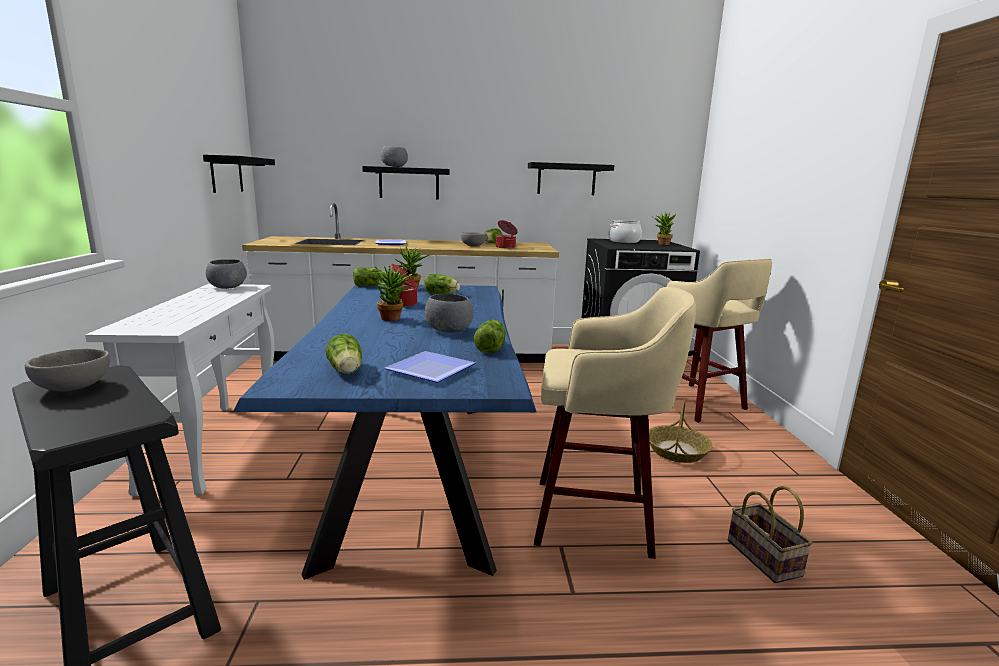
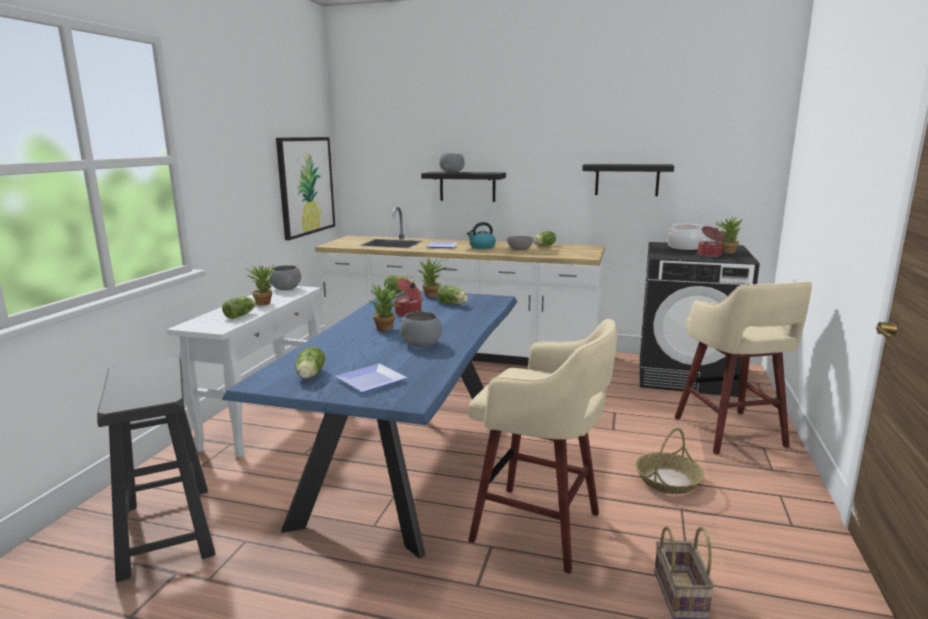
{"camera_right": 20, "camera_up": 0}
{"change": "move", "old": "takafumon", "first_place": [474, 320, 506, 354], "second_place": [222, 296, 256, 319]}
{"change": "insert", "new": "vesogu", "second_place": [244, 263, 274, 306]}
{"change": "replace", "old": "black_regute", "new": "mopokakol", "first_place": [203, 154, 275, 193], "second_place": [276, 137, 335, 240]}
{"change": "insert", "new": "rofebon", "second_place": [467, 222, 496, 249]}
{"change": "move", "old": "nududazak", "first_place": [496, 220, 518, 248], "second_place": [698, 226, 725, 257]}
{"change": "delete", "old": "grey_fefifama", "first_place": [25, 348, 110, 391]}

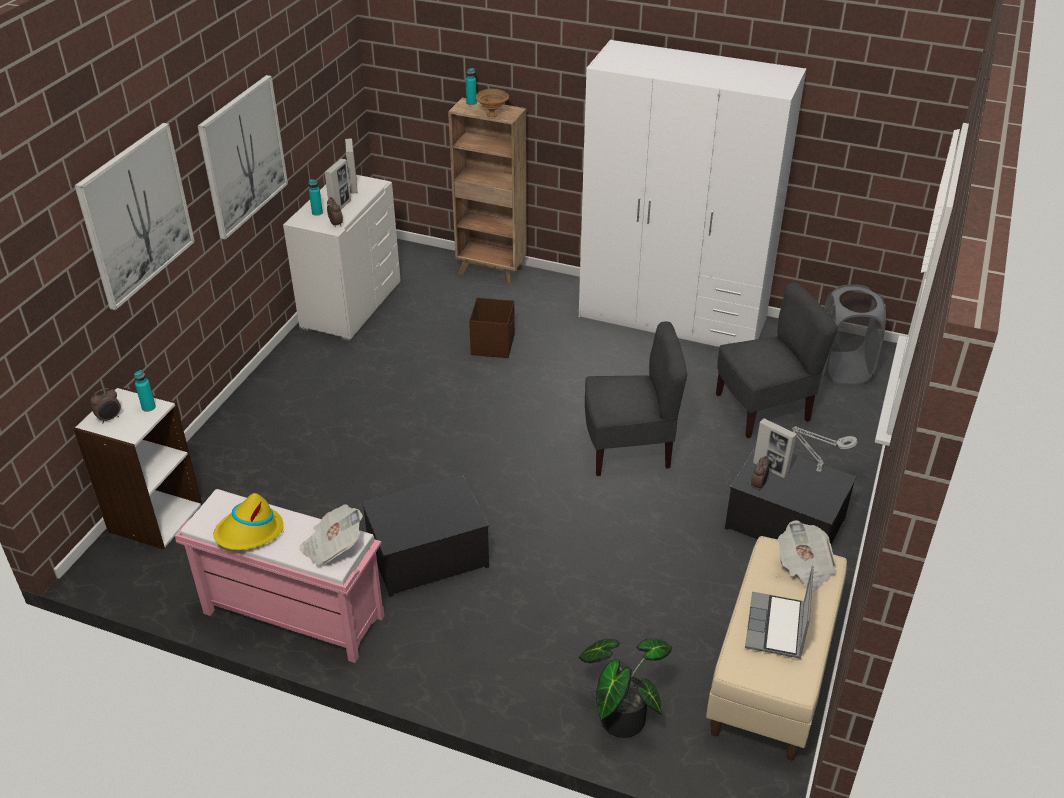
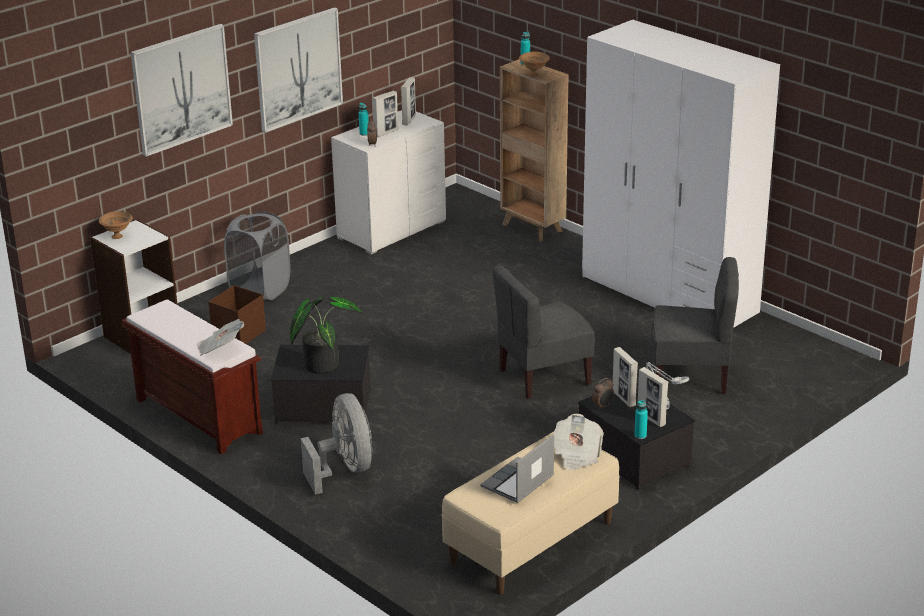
{"camera_right": 25, "camera_up": -10}
{"change": "replace", "old": "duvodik", "new": "brown_fefifama", "first_place": [91, 388, 121, 423], "second_place": [99, 211, 133, 239]}
{"change": "recolor", "old": "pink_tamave", "new": "brown_tamave", "first_place": [175, 489, 384, 663], "second_place": [122, 299, 263, 454]}
{"change": "move", "old": "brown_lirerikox", "first_place": [469, 298, 515, 358], "second_place": [208, 285, 266, 344]}
{"change": "move", "old": "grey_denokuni", "first_place": [821, 284, 886, 384], "second_place": [224, 211, 291, 300]}
{"change": "move", "old": "vesogu", "first_place": [579, 638, 672, 738], "second_place": [290, 297, 363, 374]}
{"change": "insert", "new": "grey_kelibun", "second_place": [301, 393, 373, 495]}
{"change": "rotate", "old": "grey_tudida", "first_place": [585, 321, 687, 476], "second_place": [492, 265, 595, 399], "degrees": 135}
{"change": "move", "old": "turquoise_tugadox", "first_place": [134, 370, 156, 412], "second_place": [634, 400, 648, 439]}
{"change": "insert", "new": "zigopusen", "second_place": [638, 367, 668, 427]}
{"change": "delete", "old": "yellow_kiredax", "first_place": [213, 493, 284, 550]}

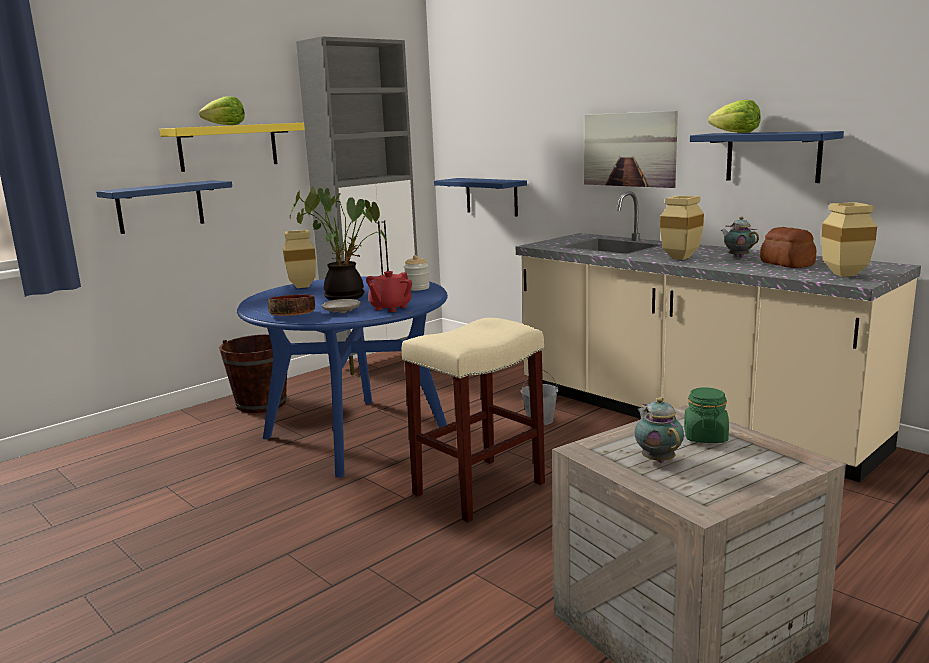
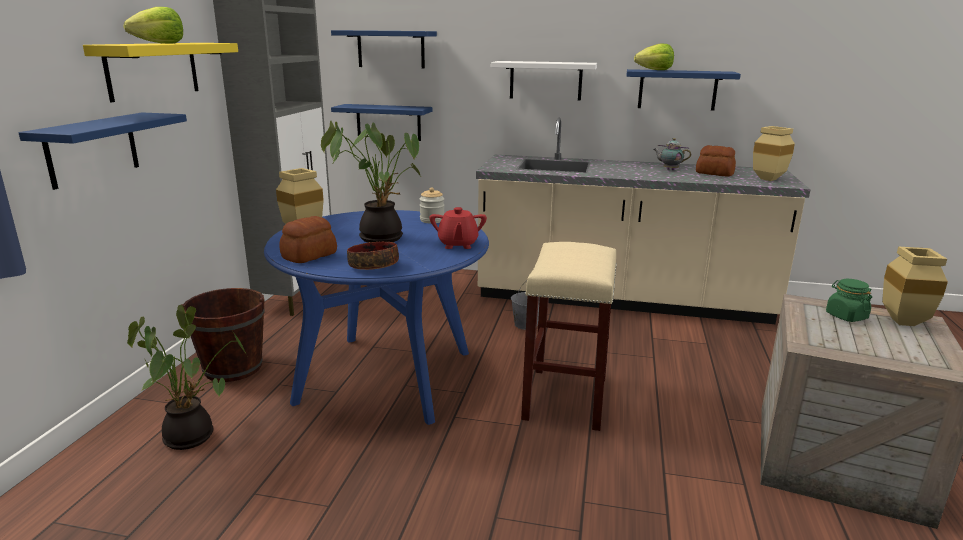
{"camera_right": -35, "camera_up": 5}
{"change": "insert", "new": "vesogu", "second_place": [127, 305, 248, 450]}
{"change": "insert", "new": "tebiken", "second_place": [279, 216, 337, 263]}
{"change": "insert", "new": "blue_regute", "second_place": [331, 30, 437, 69]}
{"change": "replace", "old": "mopokakol", "new": "white_regute", "first_place": [584, 111, 678, 188], "second_place": [491, 61, 597, 101]}
{"change": "move", "old": "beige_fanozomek", "first_place": [660, 196, 704, 260], "second_place": [882, 247, 948, 326]}
{"change": "delete", "old": "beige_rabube", "first_place": [322, 299, 360, 313]}
{"change": "delete", "old": "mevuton", "first_place": [634, 397, 684, 463]}

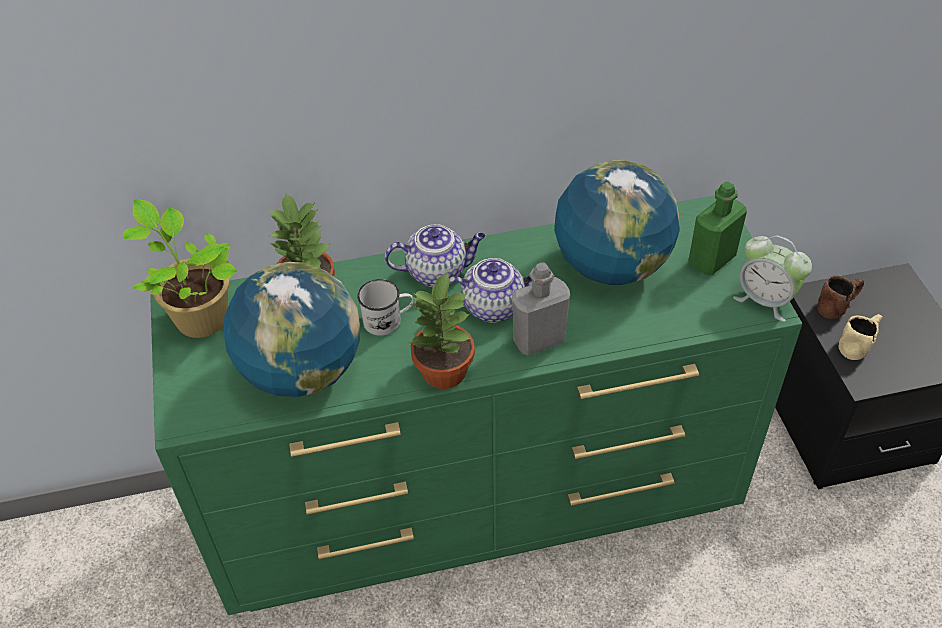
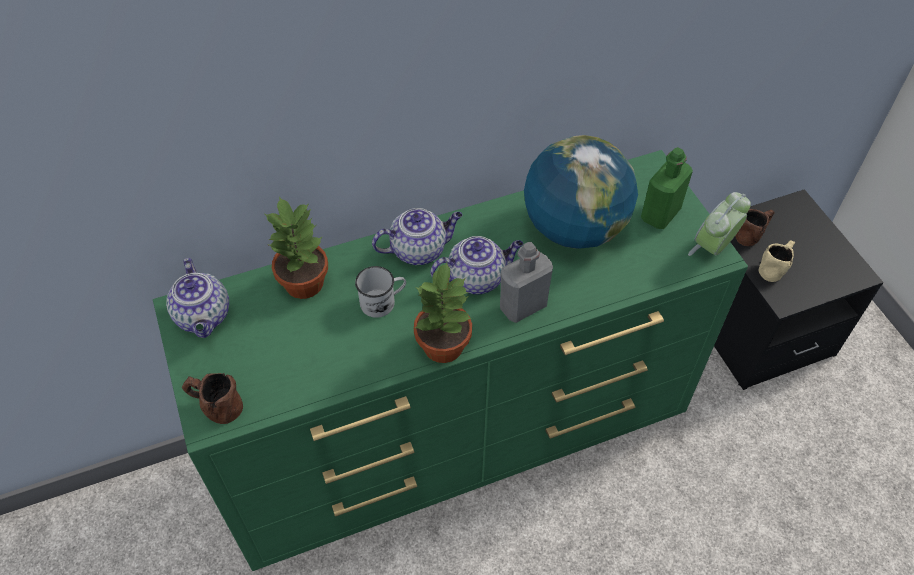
{"camera_right": -10, "camera_up": 5}
{"change": "replace", "old": "vesogu", "new": "mevuton", "first_place": [124, 199, 237, 338], "second_place": [166, 258, 229, 338]}
{"change": "insert", "new": "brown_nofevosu", "second_place": [181, 373, 243, 424]}
{"change": "rotate", "old": "duvodik", "first_place": [733, 236, 812, 322], "second_place": [688, 192, 751, 256], "degrees": 105}
{"change": "delete", "old": "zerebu", "first_place": [224, 262, 360, 397]}

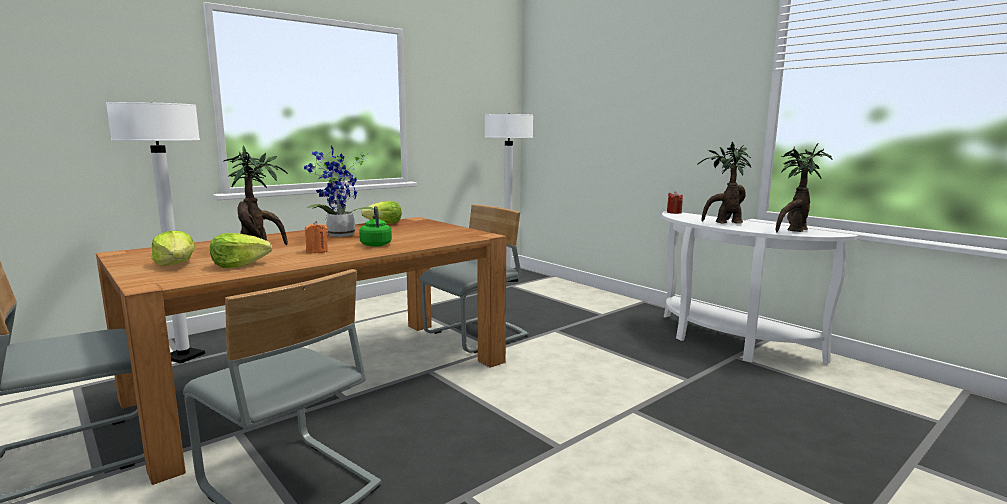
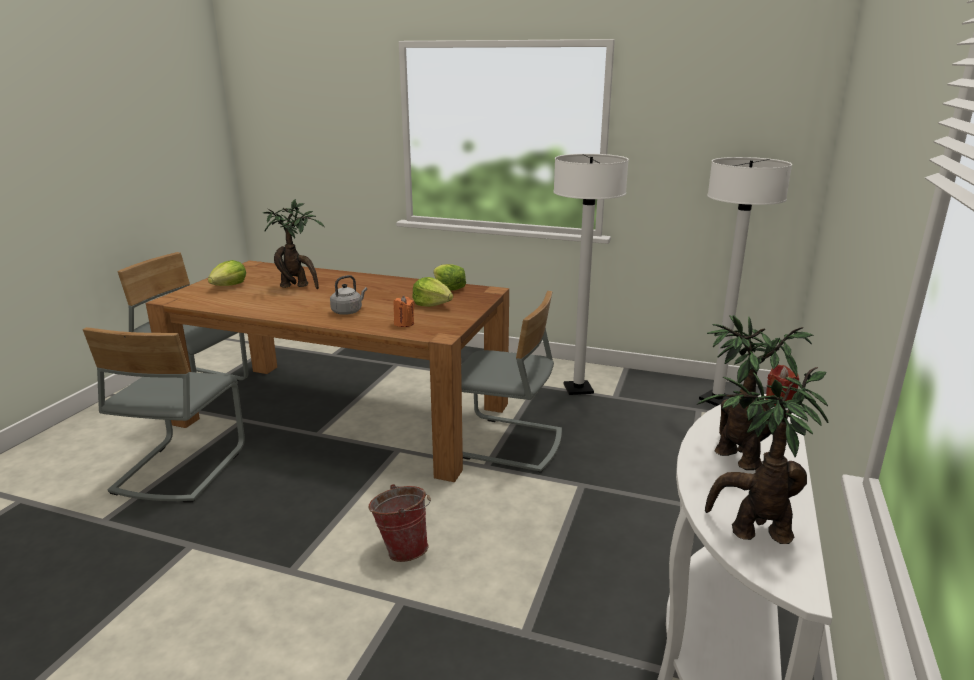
{"camera_right": 60, "camera_up": 10}
{"change": "recolor", "old": "green_rofebon", "new": "grey_rofebon", "first_place": [359, 206, 392, 247], "second_place": [330, 275, 367, 315]}
{"change": "insert", "new": "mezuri", "second_place": [369, 484, 431, 562]}
{"change": "move", "old": "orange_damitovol", "first_place": [305, 221, 328, 253], "second_place": [394, 296, 415, 327]}
{"change": "move", "old": "takafumon", "first_place": [210, 233, 272, 268], "second_place": [412, 277, 453, 307]}
{"change": "move", "old": "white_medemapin", "first_place": [106, 102, 205, 363], "second_place": [553, 154, 629, 395]}
{"change": "delete", "old": "vesogu", "first_place": [304, 145, 383, 237]}

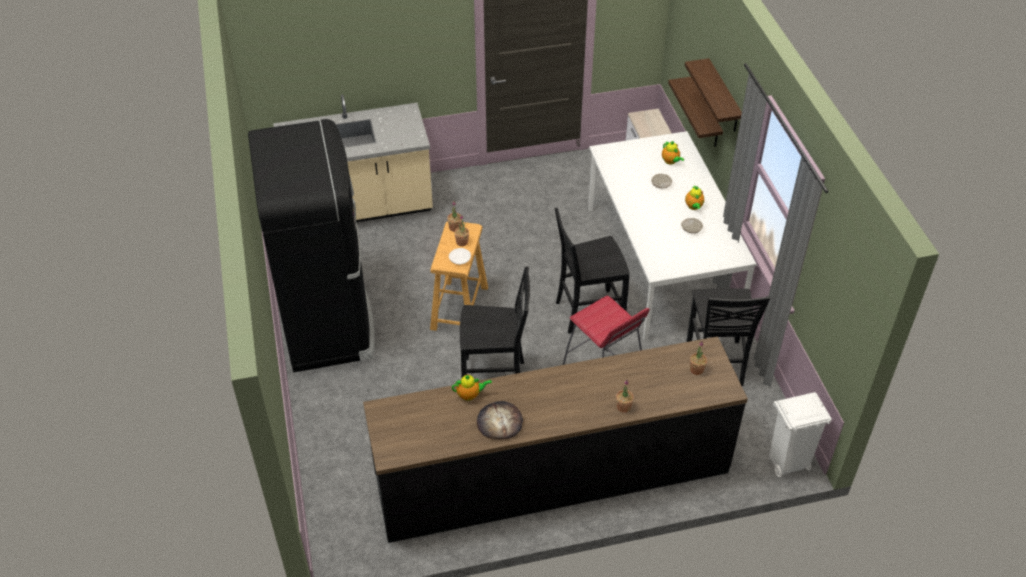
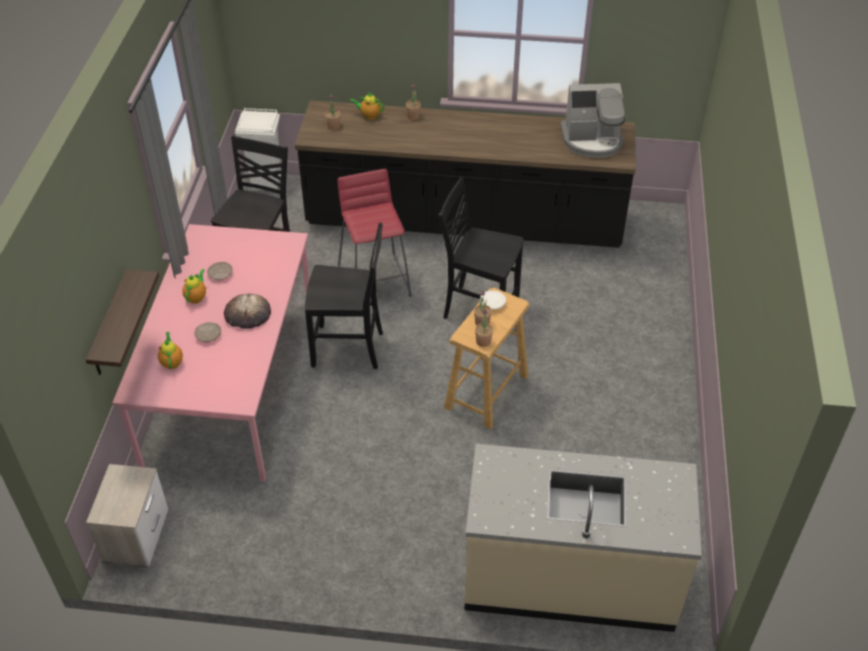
{"camera_right": -160, "camera_up": 0}
{"change": "recolor", "old": "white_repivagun", "new": "pink_repivagun", "first_place": [588, 131, 757, 341], "second_place": [112, 224, 310, 482]}
{"change": "move", "old": "tebiken", "first_place": [477, 401, 523, 439], "second_place": [224, 294, 271, 329]}
{"change": "move", "old": "mevuton", "first_place": [452, 374, 492, 401], "second_place": [350, 92, 384, 120]}
{"change": "insert", "new": "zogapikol", "second_place": [560, 83, 625, 158]}
{"change": "delete", "old": "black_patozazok", "first_place": [248, 119, 375, 372]}
{"change": "delete", "old": "regute", "first_place": [685, 58, 742, 132]}

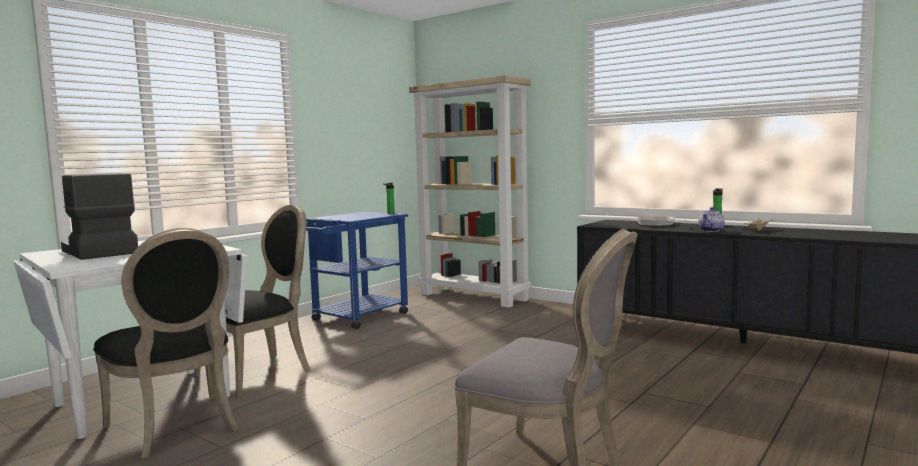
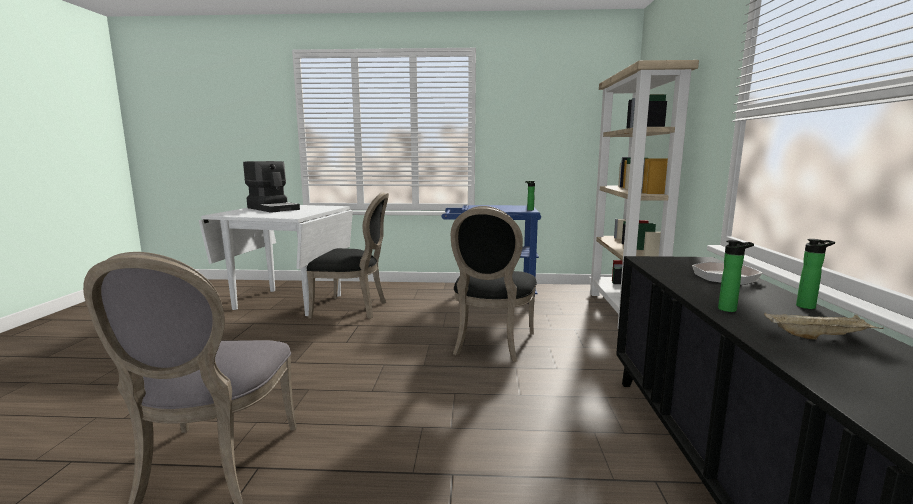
{"camera_right": 55, "camera_up": 5}
{"change": "rotate", "old": "zogapikol", "first_place": [61, 173, 138, 260], "second_place": [243, 161, 300, 213], "degrees": 120}
{"change": "move", "old": "black_tudida", "first_place": [93, 228, 238, 459], "second_place": [451, 206, 537, 362]}
{"change": "replace", "old": "mevuton", "new": "tugadox", "first_place": [699, 207, 725, 232], "second_place": [718, 240, 754, 312]}

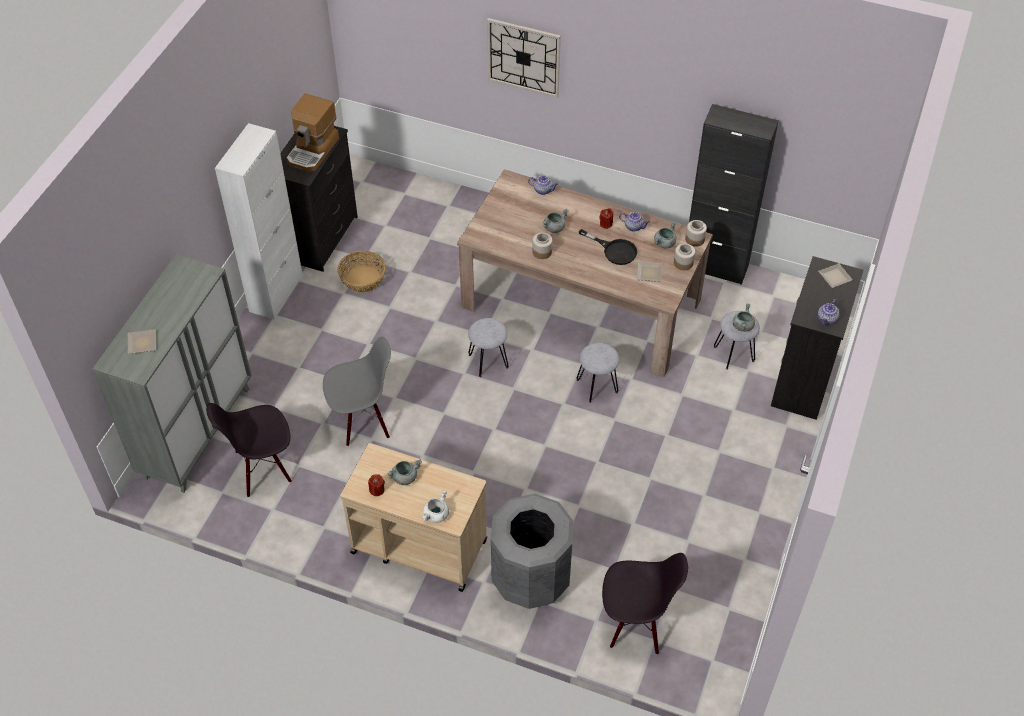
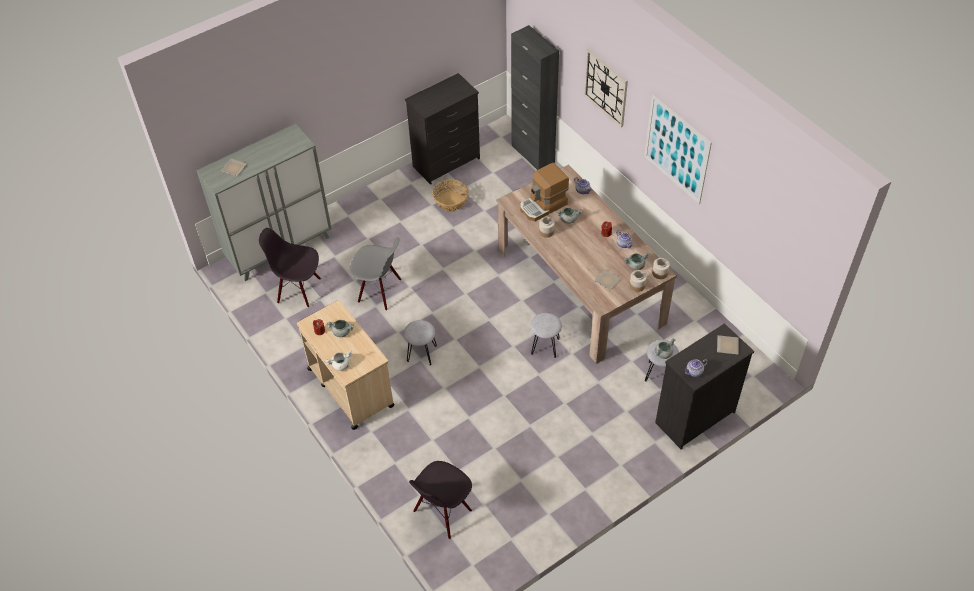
{"camera_right": 35, "camera_up": 0}
{"change": "move", "old": "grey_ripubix", "first_place": [468, 318, 509, 377], "second_place": [404, 320, 437, 366]}
{"change": "rotate", "old": "black_tudida", "first_place": [602, 553, 688, 654], "second_place": [409, 461, 472, 539], "degrees": 90}
{"change": "move", "old": "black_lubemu", "first_place": [689, 104, 779, 285], "second_place": [511, 25, 559, 170]}
{"change": "move", "old": "zogapikol", "first_place": [286, 94, 339, 172], "second_place": [520, 163, 569, 221]}
{"change": "insert", "new": "mopokakol", "second_place": [644, 95, 712, 204]}
{"change": "delete", "old": "white_lubemu", "first_place": [215, 123, 303, 320]}
{"change": "delete", "old": "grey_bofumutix", "first_place": [491, 494, 573, 609]}
{"change": "delete", "old": "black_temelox", "first_place": [579, 229, 638, 265]}

